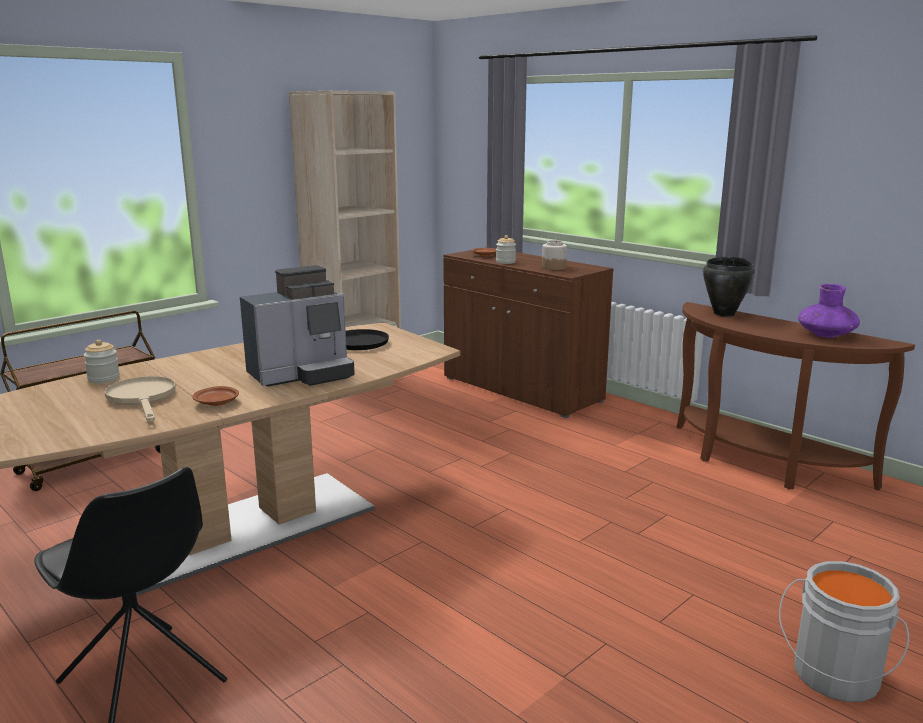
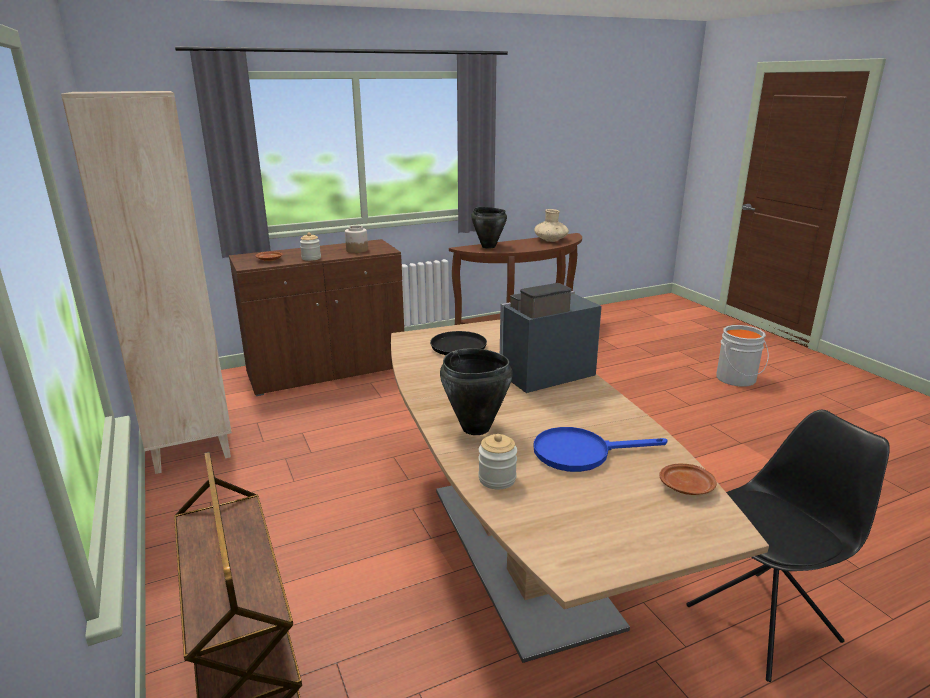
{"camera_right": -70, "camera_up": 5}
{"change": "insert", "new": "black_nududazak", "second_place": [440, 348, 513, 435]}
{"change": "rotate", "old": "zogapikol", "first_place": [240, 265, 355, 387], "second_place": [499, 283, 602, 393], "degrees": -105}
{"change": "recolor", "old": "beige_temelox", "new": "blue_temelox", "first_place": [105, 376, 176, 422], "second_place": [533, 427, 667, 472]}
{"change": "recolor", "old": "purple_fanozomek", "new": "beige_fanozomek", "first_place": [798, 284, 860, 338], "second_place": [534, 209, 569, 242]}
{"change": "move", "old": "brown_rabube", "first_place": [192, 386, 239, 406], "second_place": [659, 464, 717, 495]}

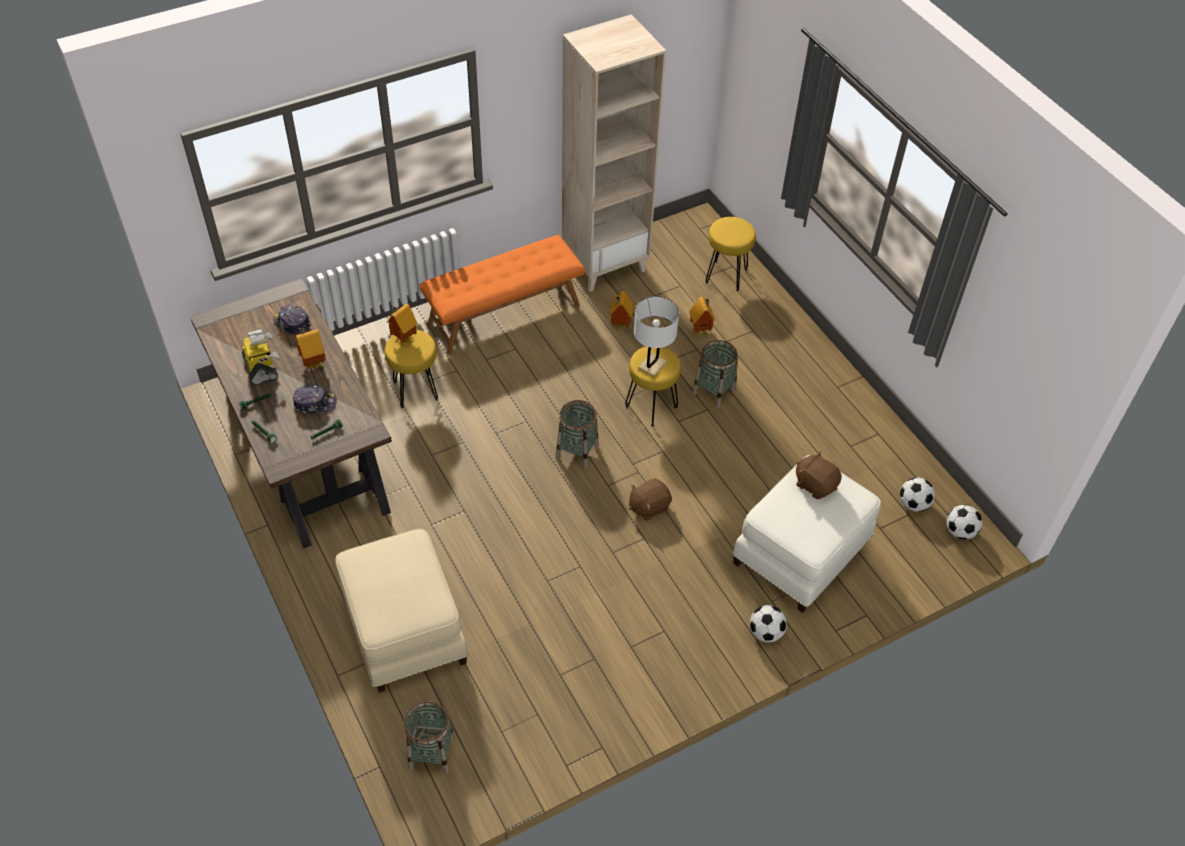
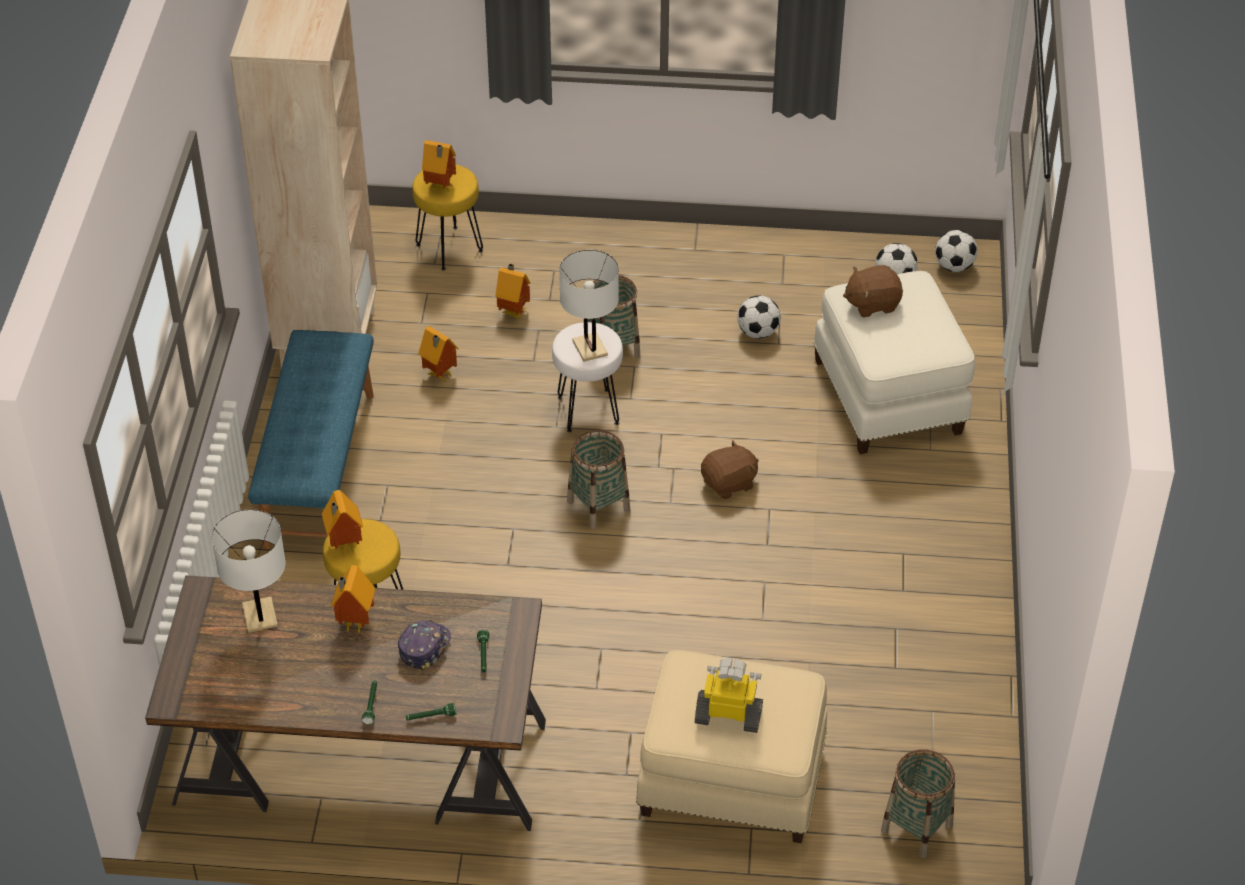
{"camera_right": -55, "camera_up": -5}
{"change": "replace", "old": "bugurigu", "new": "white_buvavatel", "first_place": [274, 305, 311, 334], "second_place": [211, 509, 286, 633]}
{"change": "recolor", "old": "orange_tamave", "new": "blue_tamave", "first_place": [420, 235, 585, 355], "second_place": [248, 330, 374, 549]}
{"change": "insert", "new": "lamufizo", "second_place": [422, 140, 456, 192]}
{"change": "recolor", "old": "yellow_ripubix", "new": "white_ripubix", "first_place": [625, 346, 681, 427], "second_place": [552, 322, 623, 432]}
{"change": "move", "old": "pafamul", "first_place": [242, 329, 279, 385], "second_place": [695, 658, 763, 733]}
{"change": "rotate", "old": "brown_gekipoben", "first_place": [629, 479, 672, 521], "second_place": [701, 440, 759, 499], "degrees": -120}
{"change": "move", "old": "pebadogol", "first_place": [750, 605, 787, 642], "second_place": [737, 295, 780, 339]}

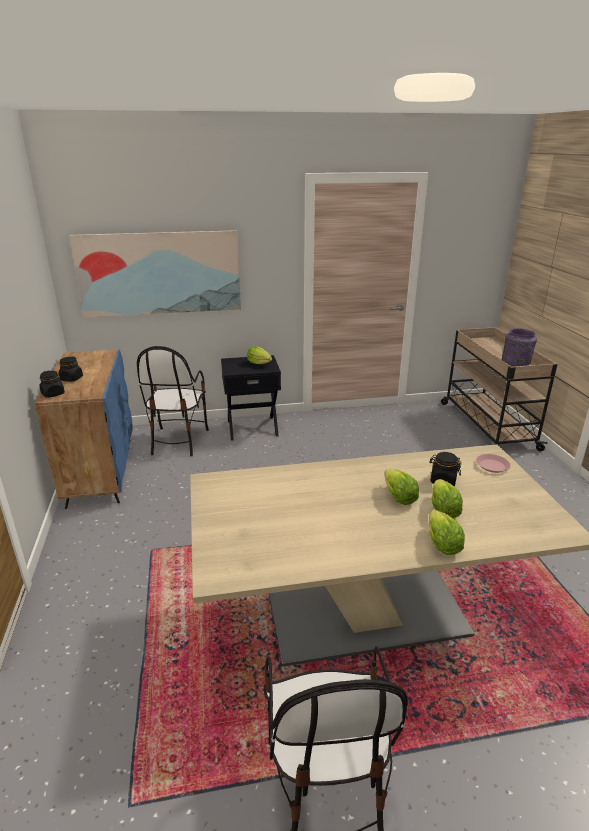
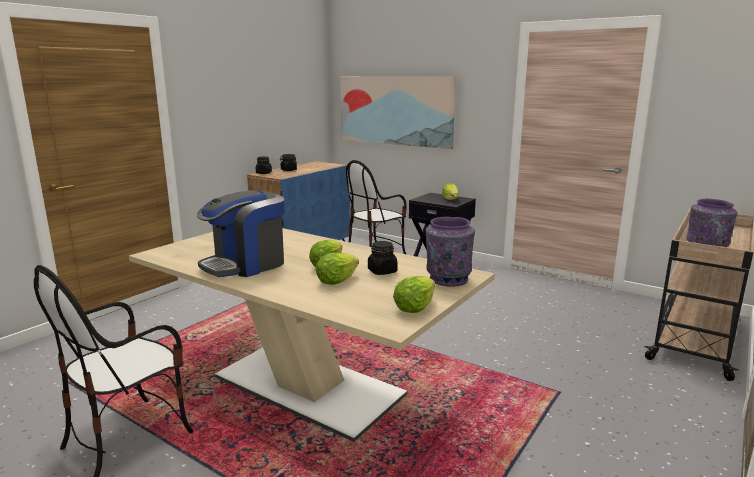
{"camera_right": 45, "camera_up": -10}
{"change": "insert", "new": "zogapikol", "second_place": [197, 190, 285, 277]}
{"change": "move", "old": "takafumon", "first_place": [429, 510, 465, 555], "second_place": [393, 276, 435, 313]}
{"change": "replace", "old": "pink_rabube", "new": "purple_fanozomek", "first_place": [476, 454, 511, 473], "second_place": [425, 217, 475, 287]}

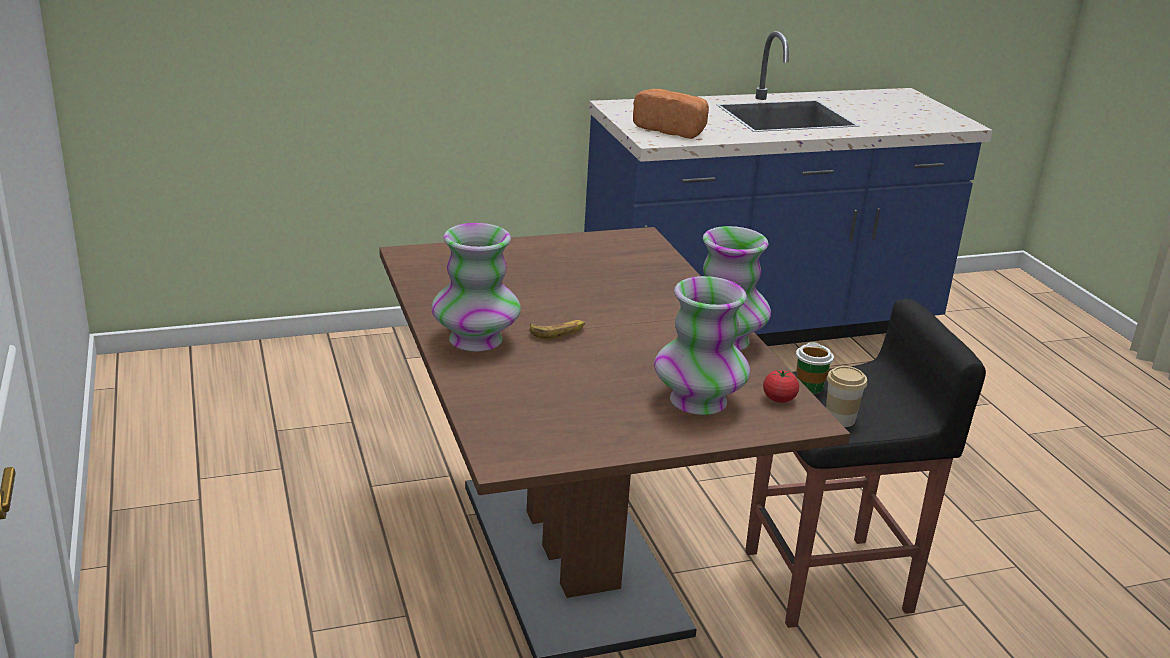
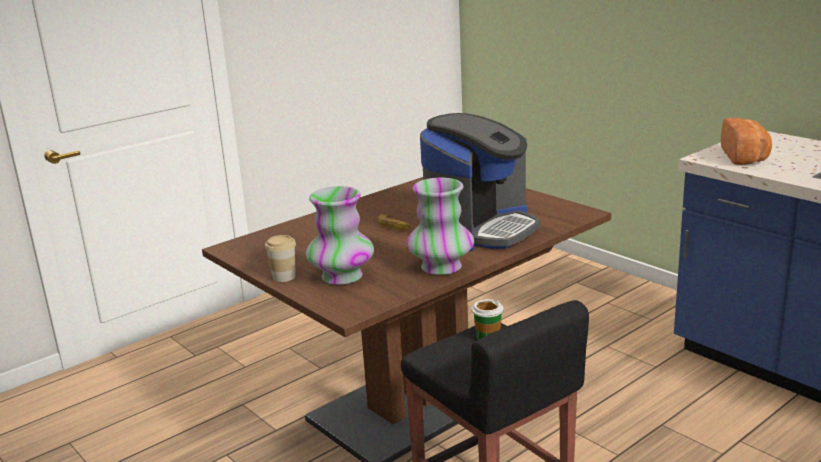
{"camera_right": 70, "camera_up": -5}
{"change": "move", "old": "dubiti", "first_place": [826, 366, 867, 427], "second_place": [265, 235, 296, 282]}
{"change": "insert", "new": "zogapikol", "second_place": [420, 113, 540, 251]}
{"change": "delete", "old": "fanozomek", "first_place": [431, 223, 521, 352]}
{"change": "delete", "old": "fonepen", "first_place": [763, 369, 799, 403]}

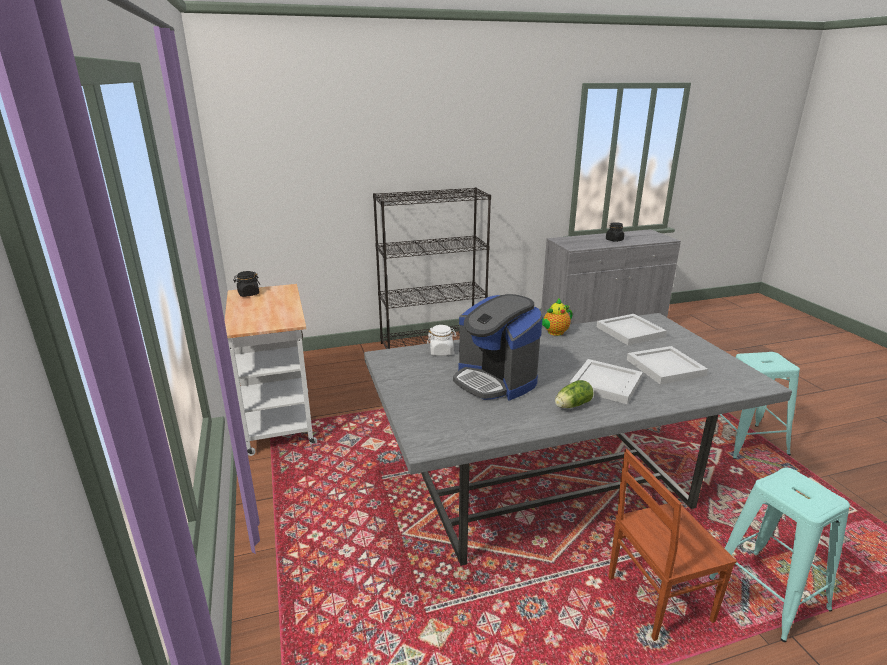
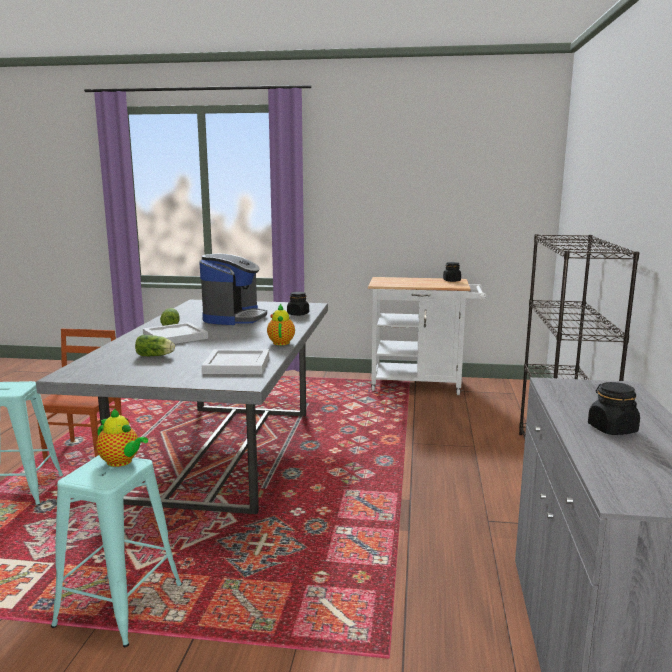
{"camera_right": 115, "camera_up": -10}
{"change": "insert", "new": "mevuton", "second_place": [96, 409, 148, 467]}
{"change": "replace", "old": "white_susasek", "new": "takafumon", "first_place": [627, 346, 708, 385], "second_place": [135, 335, 175, 356]}
{"change": "rotate", "old": "zogapikol", "first_place": [453, 294, 543, 400], "second_place": [199, 254, 267, 325], "degrees": 120}
{"change": "recolor", "old": "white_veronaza", "new": "black_veronaza", "first_place": [427, 325, 457, 356], "second_place": [287, 292, 309, 316]}

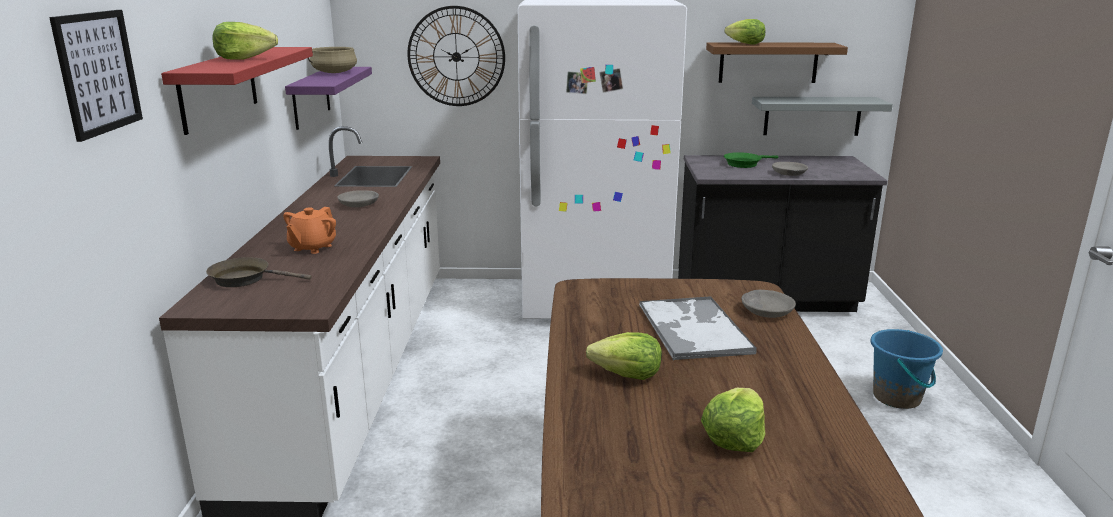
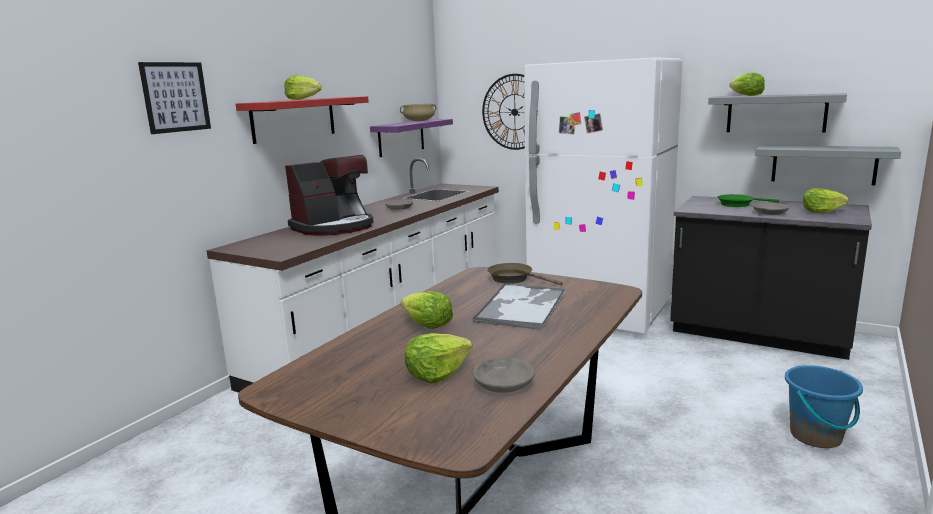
{"camera_right": 30, "camera_up": -5}
{"change": "replace", "old": "orange_mevuton", "new": "zogapikol", "first_place": [283, 207, 336, 254], "second_place": [285, 155, 374, 236]}
{"change": "move", "old": "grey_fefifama", "first_place": [741, 290, 796, 318], "second_place": [473, 357, 535, 393]}
{"change": "move", "old": "brown_temelox", "first_place": [206, 257, 312, 287], "second_place": [487, 263, 563, 285]}
{"change": "recolor", "old": "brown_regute", "new": "grey_regute", "first_place": [706, 42, 848, 83], "second_place": [708, 93, 847, 133]}
{"change": "insert", "new": "takafumon", "second_place": [803, 188, 849, 213]}

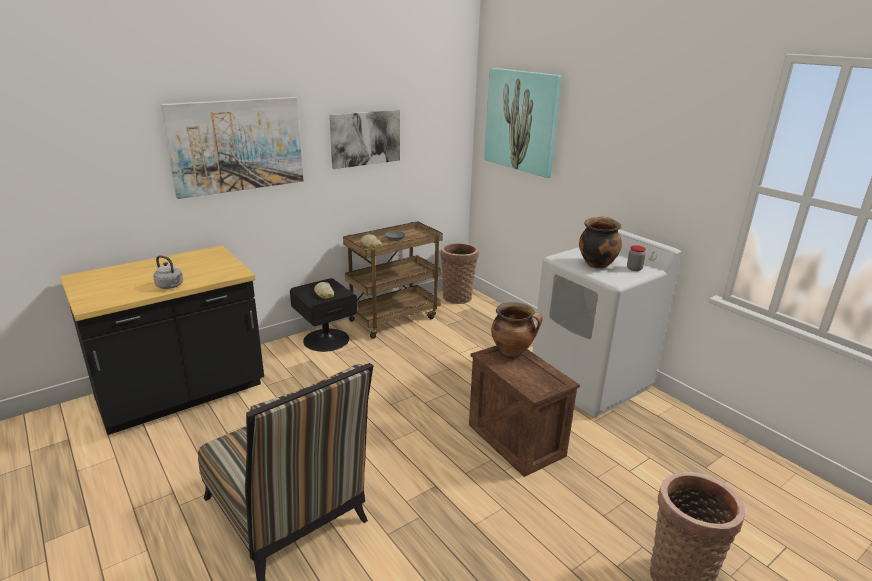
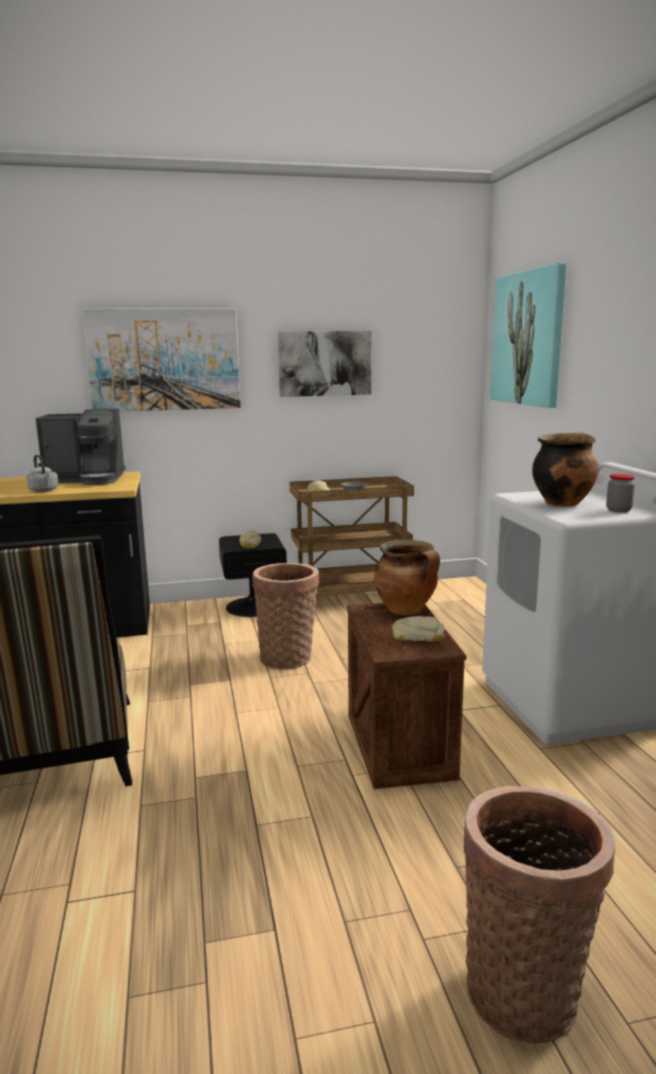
{"camera_right": 25, "camera_up": -10}
{"change": "insert", "new": "zogapikol", "second_place": [36, 409, 126, 485]}
{"change": "move", "old": "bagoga", "first_place": [441, 243, 479, 304], "second_place": [252, 563, 319, 669]}
{"change": "insert", "new": "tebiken", "second_place": [392, 616, 444, 641]}

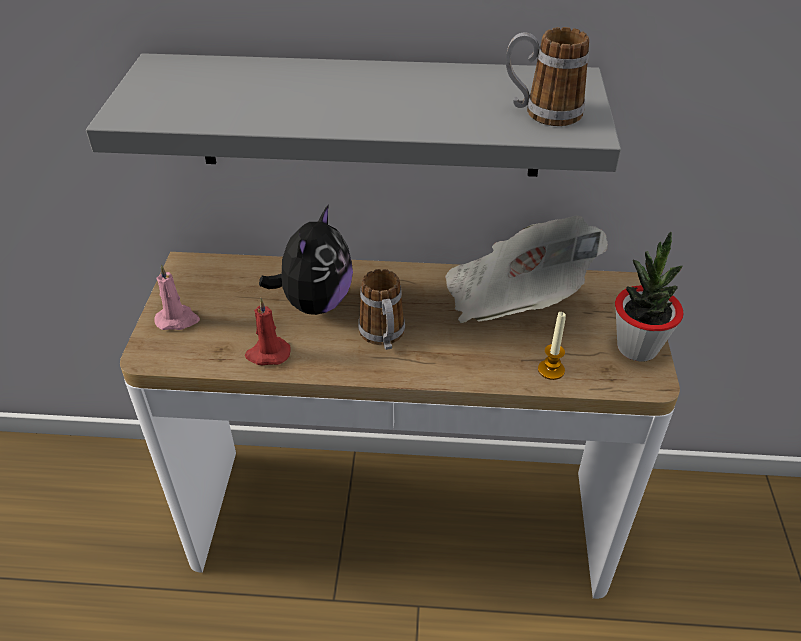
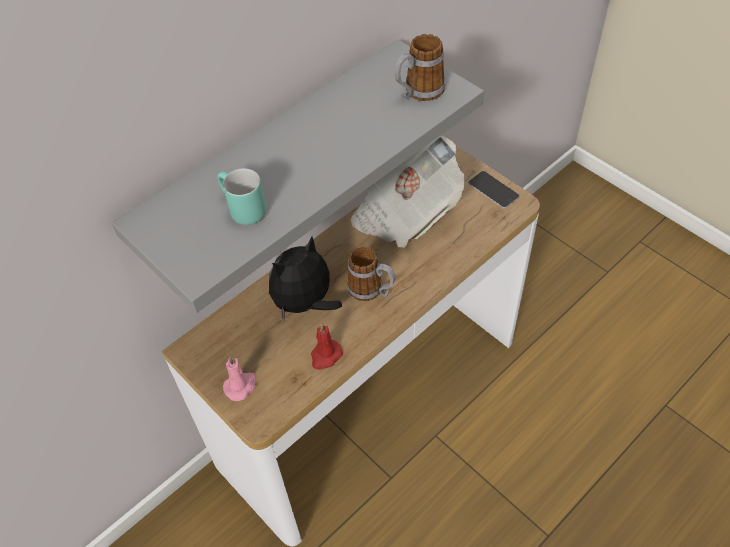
{"camera_right": -45, "camera_up": 10}
{"change": "insert", "new": "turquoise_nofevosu", "second_place": [217, 168, 266, 225]}
{"change": "rotate", "old": "gekipoben", "first_place": [259, 204, 353, 315], "second_place": [269, 237, 342, 322], "degrees": -105}
{"change": "replace", "old": "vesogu", "new": "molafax", "first_place": [615, 232, 683, 362], "second_place": [468, 171, 520, 209]}
{"change": "delete", "old": "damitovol", "first_place": [538, 312, 566, 380]}

